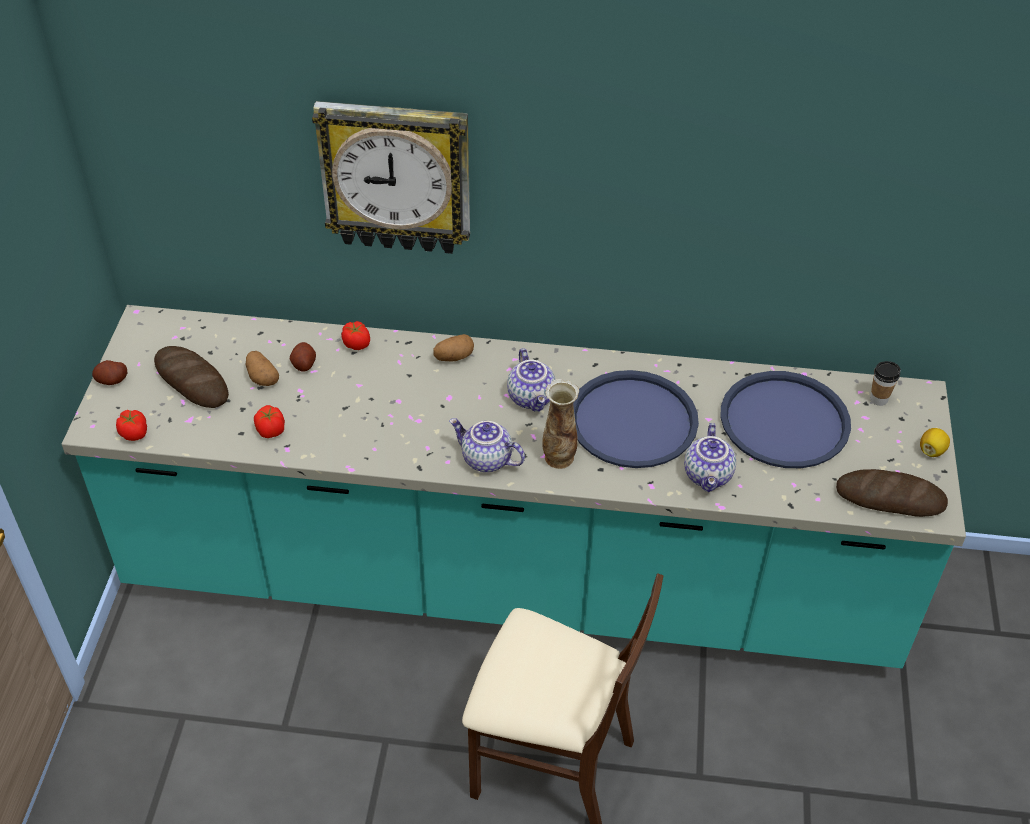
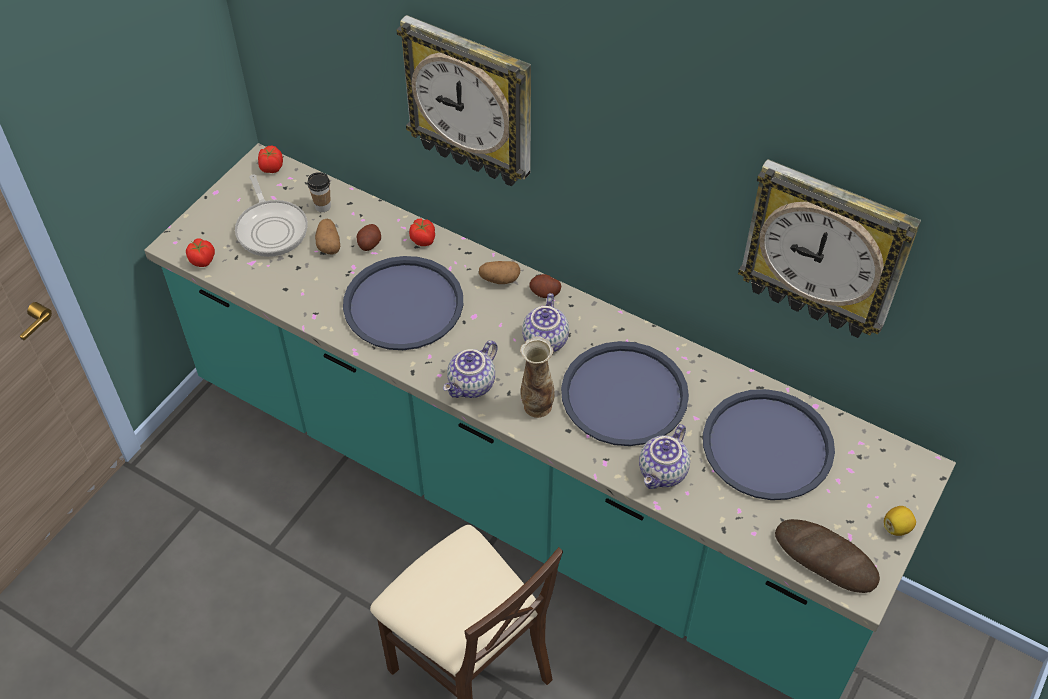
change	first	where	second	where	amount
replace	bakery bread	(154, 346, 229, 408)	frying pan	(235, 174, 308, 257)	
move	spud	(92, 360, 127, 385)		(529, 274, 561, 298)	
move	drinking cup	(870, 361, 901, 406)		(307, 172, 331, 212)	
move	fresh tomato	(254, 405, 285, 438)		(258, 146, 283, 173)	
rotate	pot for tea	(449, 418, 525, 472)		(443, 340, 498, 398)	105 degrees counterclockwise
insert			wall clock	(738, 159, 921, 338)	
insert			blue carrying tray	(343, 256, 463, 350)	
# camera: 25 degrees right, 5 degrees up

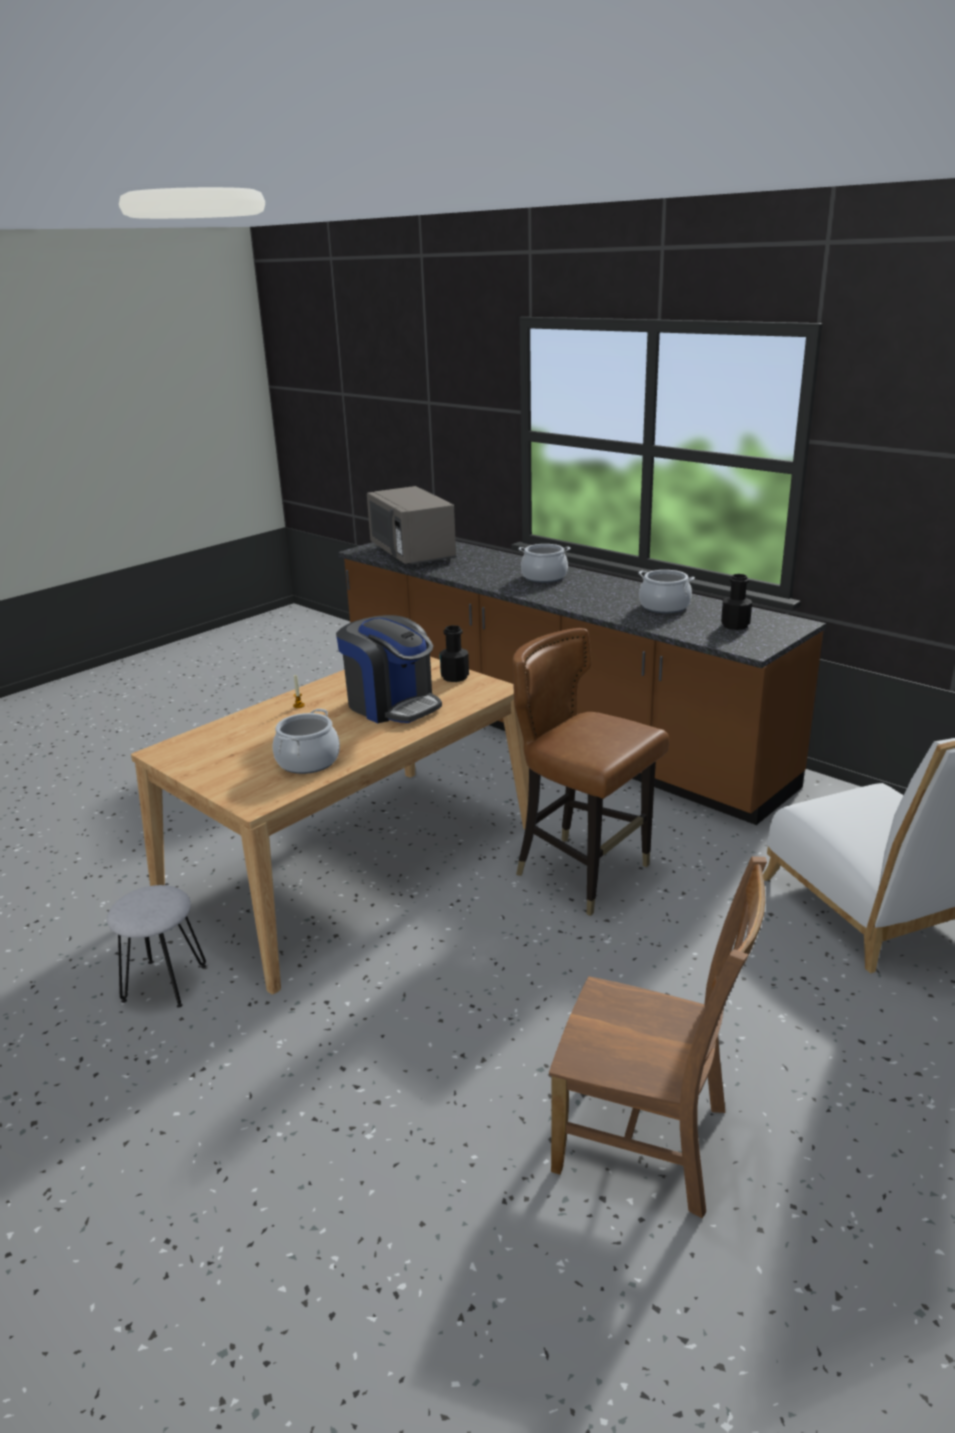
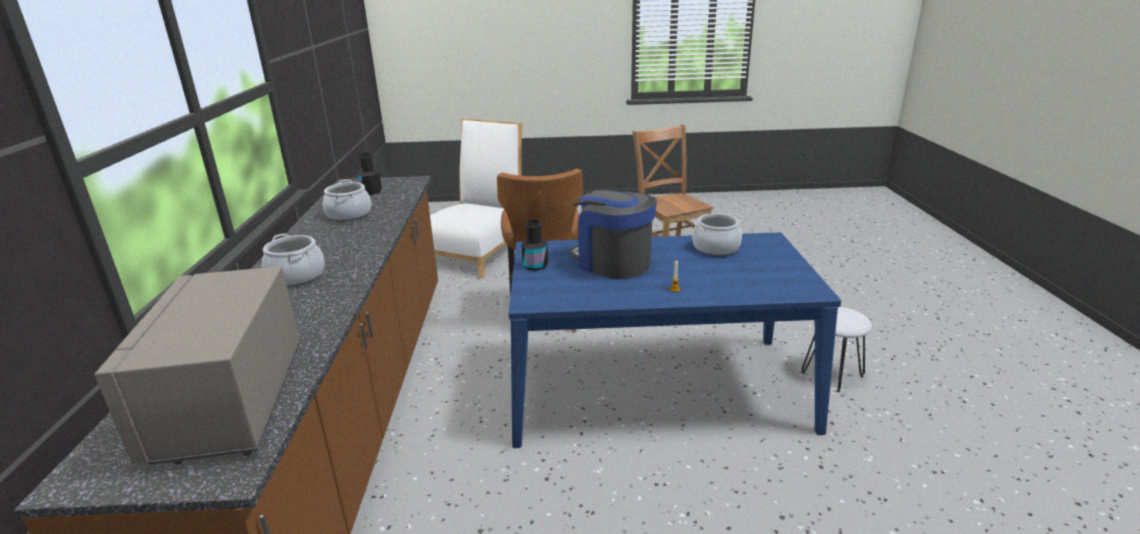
change	first	where	second	where	amount
rotate	gray microwave oven	(367, 486, 457, 567)		(94, 266, 300, 465)	150 degrees clockwise
rotate	coffee brewer	(336, 615, 442, 723)		(569, 189, 657, 279)	45 degrees counterclockwise
recolor	sand-coloured kitchen table	(131, 657, 529, 994)	blue kitchen table	(509, 232, 841, 448)	
# camera: 135 degrees left, 0 degrees up

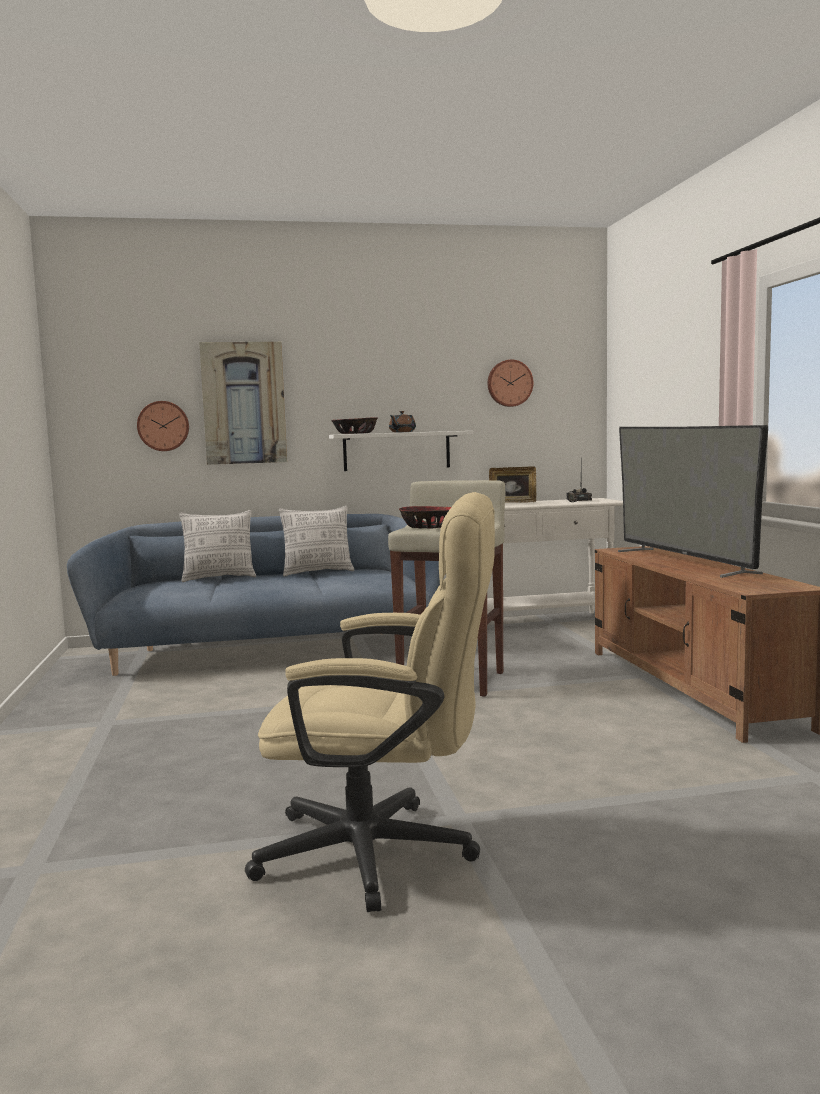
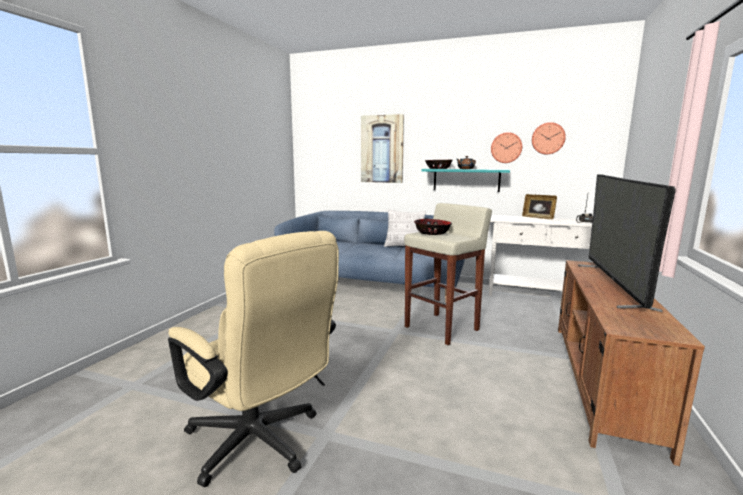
change	first	where	second	where	amount
move	wall clock	(137, 401, 189, 451)		(491, 132, 522, 163)	
recolor	whitish shelf	(329, 431, 473, 471)	turquoise shelf	(421, 169, 510, 192)	
delete	cushion	(179, 510, 256, 582)			
# camera: 30 degrees right, 5 degrees up

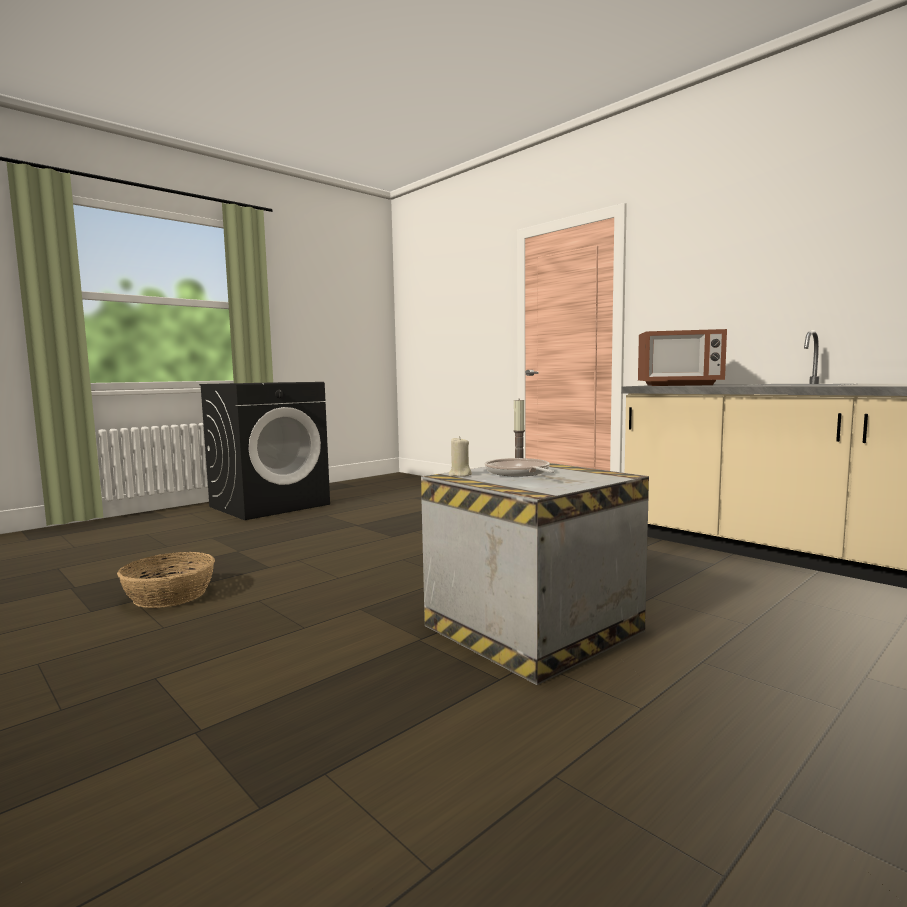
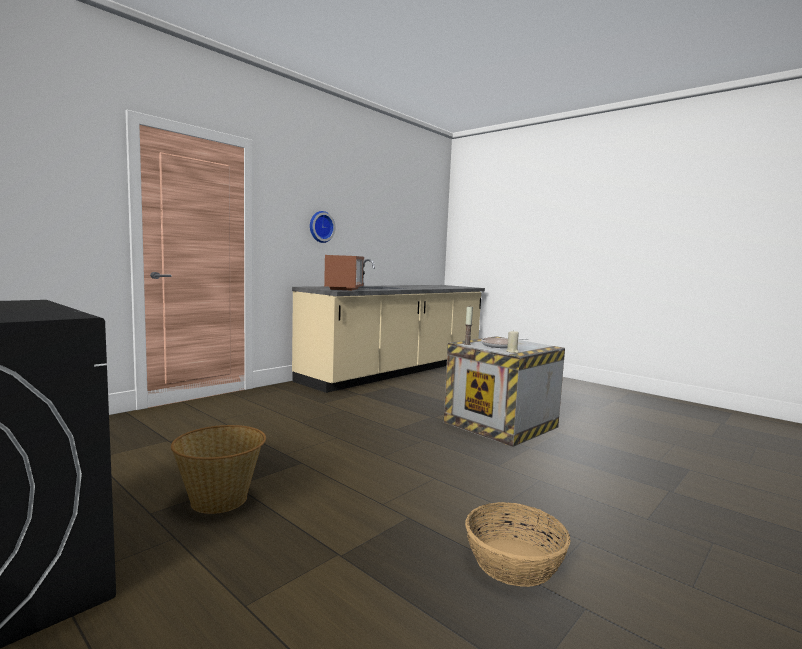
change	first	where	second	where	amount
insert			wall clock	(310, 211, 335, 243)	
insert			basket	(171, 425, 266, 514)	
# camera: 95 degrees left, 0 degrees up

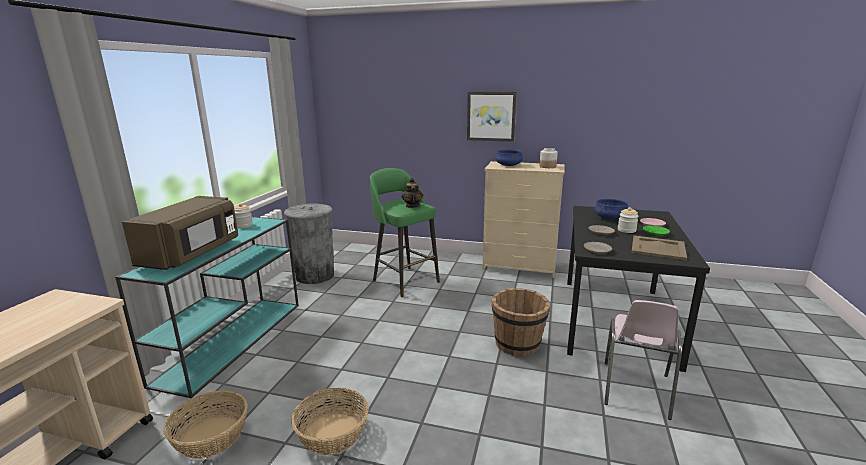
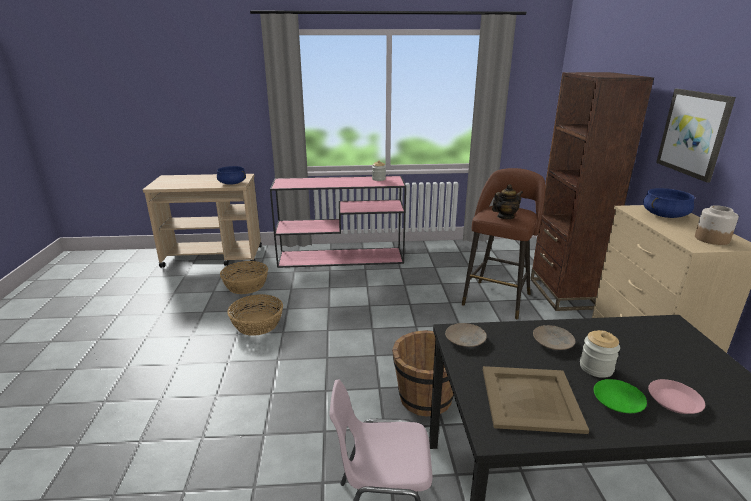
change	first	where	second	where	amount
recolor	green sitting stool	(370, 168, 440, 297)	brownish sitting stool	(462, 168, 545, 319)	
delete	brownish microwave oven	(122, 196, 238, 270)			
move	blue stockpot	(594, 199, 628, 220)		(217, 166, 246, 185)	
delete	gray rubbish bin	(284, 204, 334, 284)			
recolor	turquoise narrow table	(115, 217, 299, 398)	pink narrow table	(270, 176, 406, 268)	
insert			brownish bookshelf	(530, 72, 654, 311)	
# camera: 70 degrees right, 5 degrees up

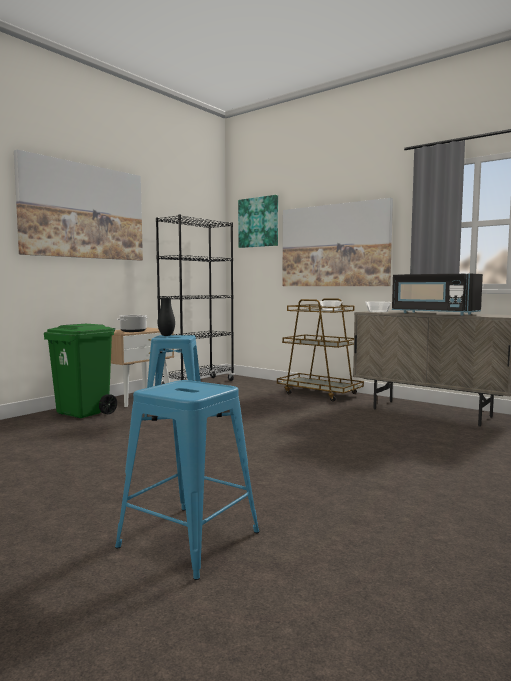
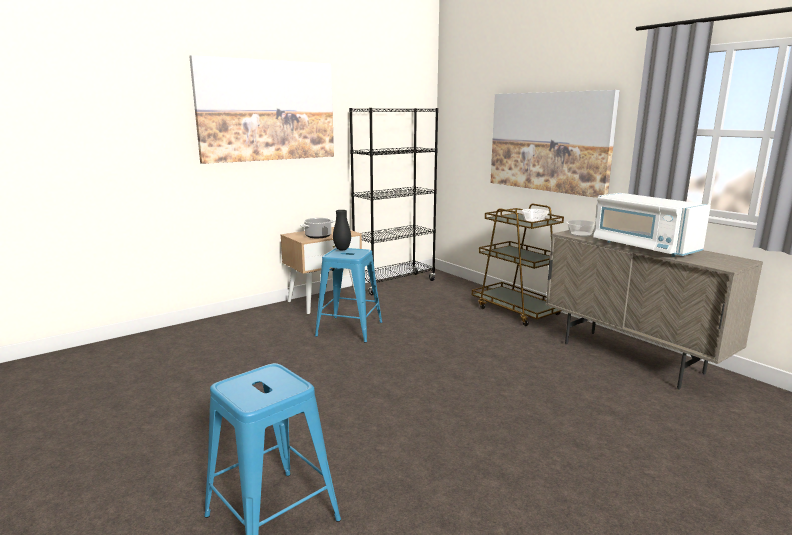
change	first	where	second	where	amount
delete	picture	(238, 195, 278, 248)			
recolor	black-coloured microwave oven	(392, 274, 483, 315)	whitish microwave oven	(593, 193, 711, 257)	
delete	green rubbish bin	(44, 324, 117, 418)			
# camera: 15 degrees right, 10 degrees up

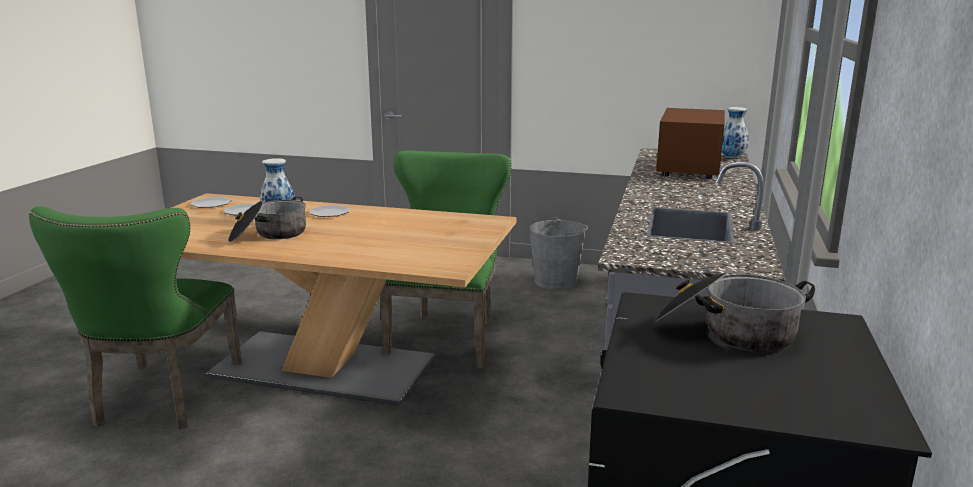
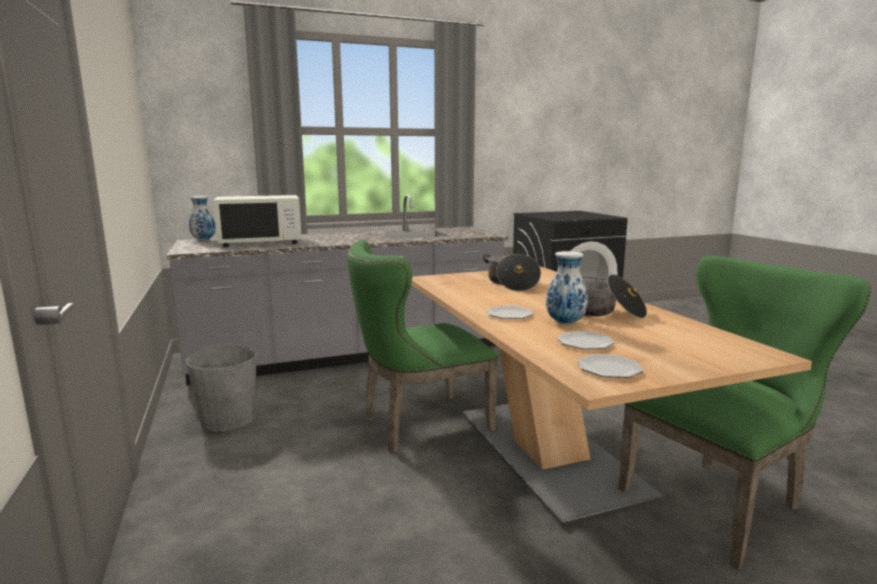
change	first	where	second	where	amount
recolor	brownish microwave oven	(656, 108, 725, 179)	whitish microwave oven	(214, 195, 302, 247)	
move	stockpot	(655, 272, 815, 352)		(483, 254, 541, 291)	
# camera: 125 degrees left, 5 degrees down

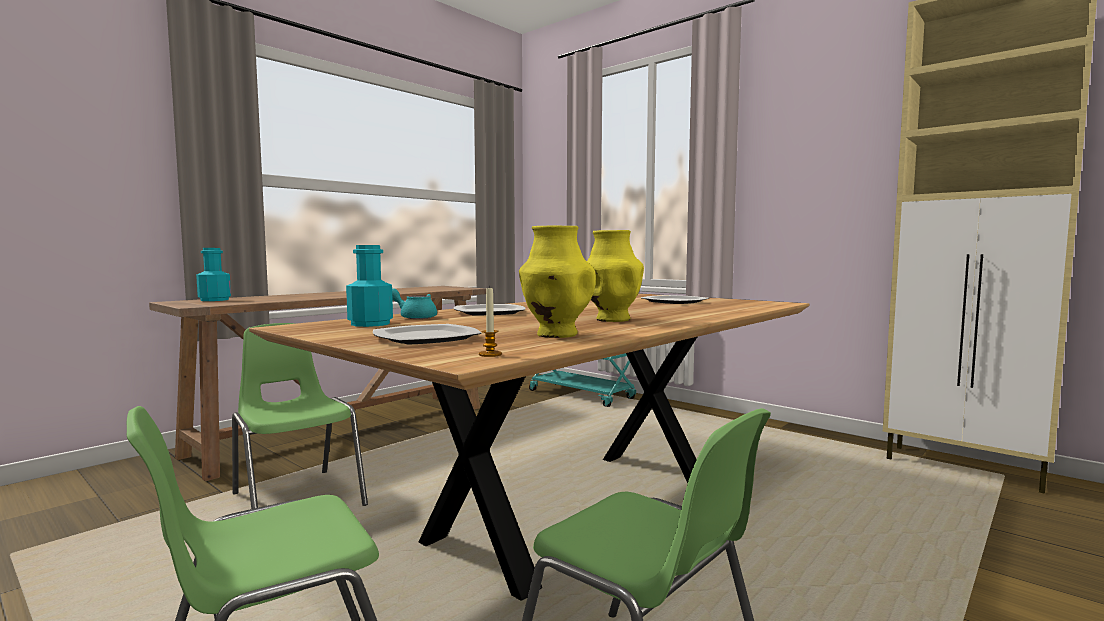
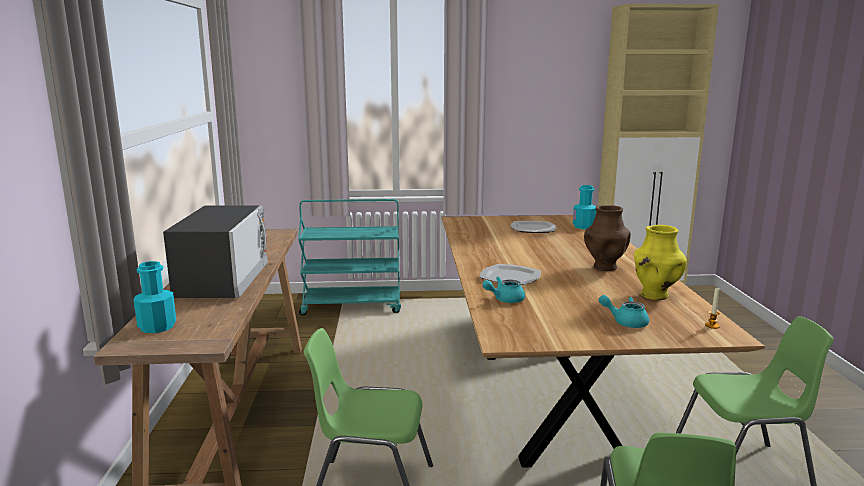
change	first	where	second	where	amount
recolor	yellow vase	(587, 230, 644, 322)	brownish vase	(584, 205, 631, 271)	
move	turquoise bottle	(346, 245, 393, 327)		(573, 185, 596, 229)	
replace	flat dish	(373, 324, 482, 344)	turquoise pot for tea	(599, 295, 649, 328)	
insert			microwave oven	(163, 205, 268, 298)	
# camera: 45 degrees left, 10 degrees up

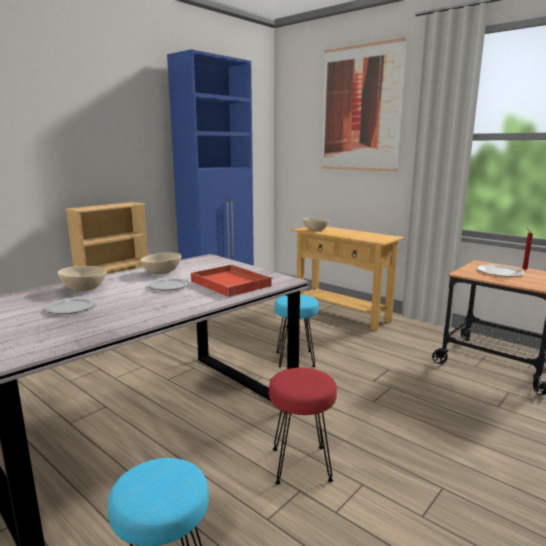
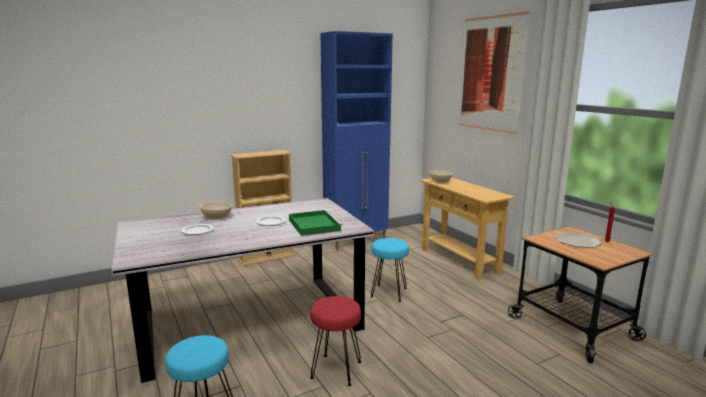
change	first	where	second	where	amount
delete	sand-coloured deep dish	(140, 252, 181, 274)			
recolor	red carrying tray	(191, 264, 273, 297)	green carrying tray	(289, 210, 343, 236)	
# camera: 20 degrees right, 0 degrees up

